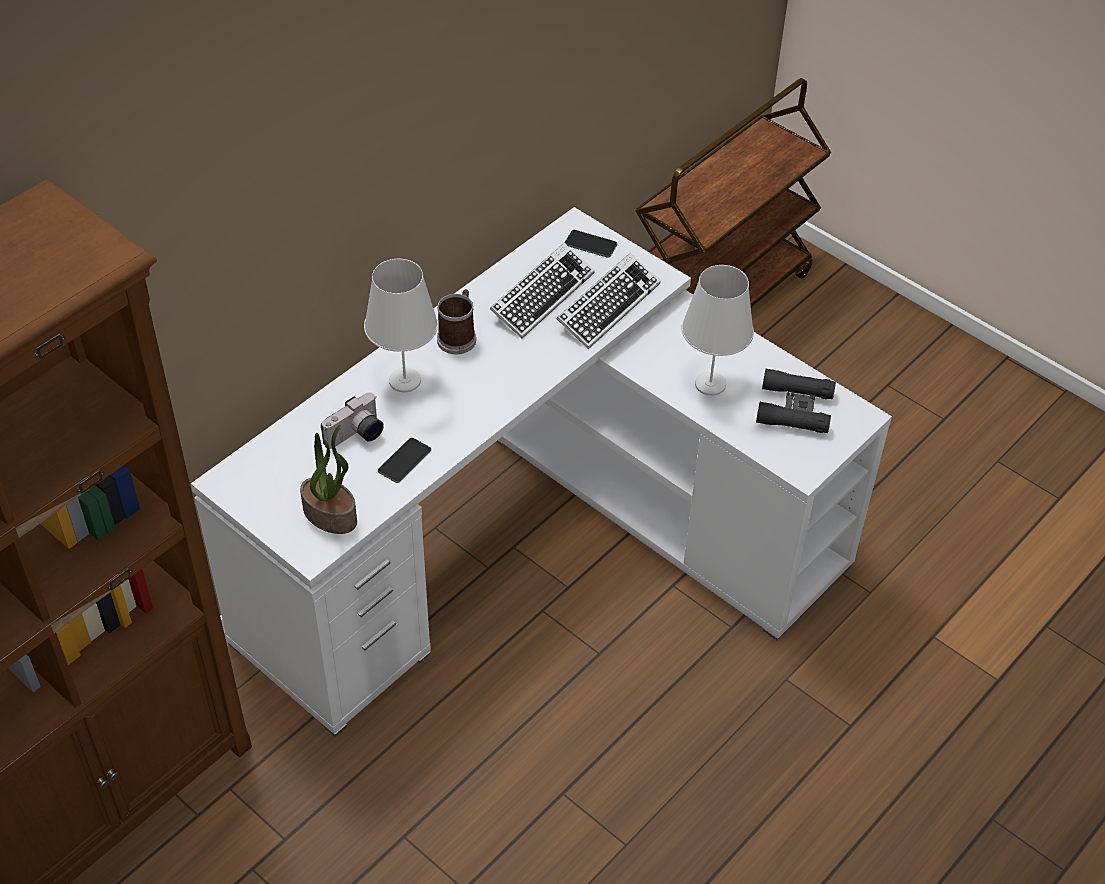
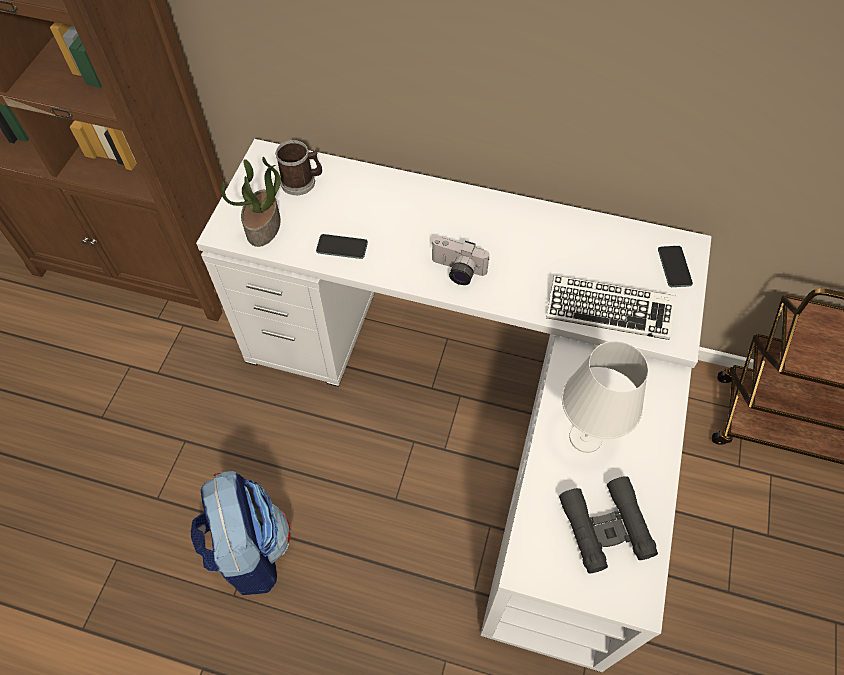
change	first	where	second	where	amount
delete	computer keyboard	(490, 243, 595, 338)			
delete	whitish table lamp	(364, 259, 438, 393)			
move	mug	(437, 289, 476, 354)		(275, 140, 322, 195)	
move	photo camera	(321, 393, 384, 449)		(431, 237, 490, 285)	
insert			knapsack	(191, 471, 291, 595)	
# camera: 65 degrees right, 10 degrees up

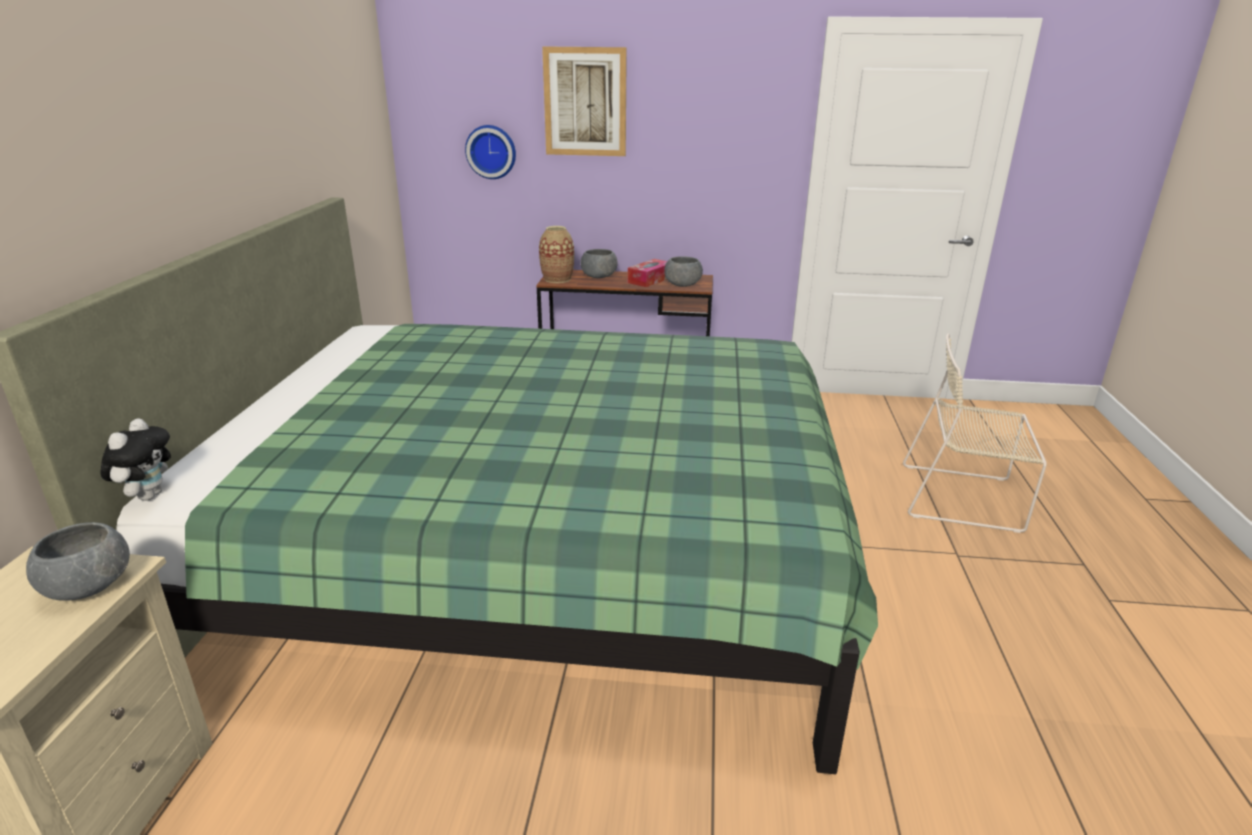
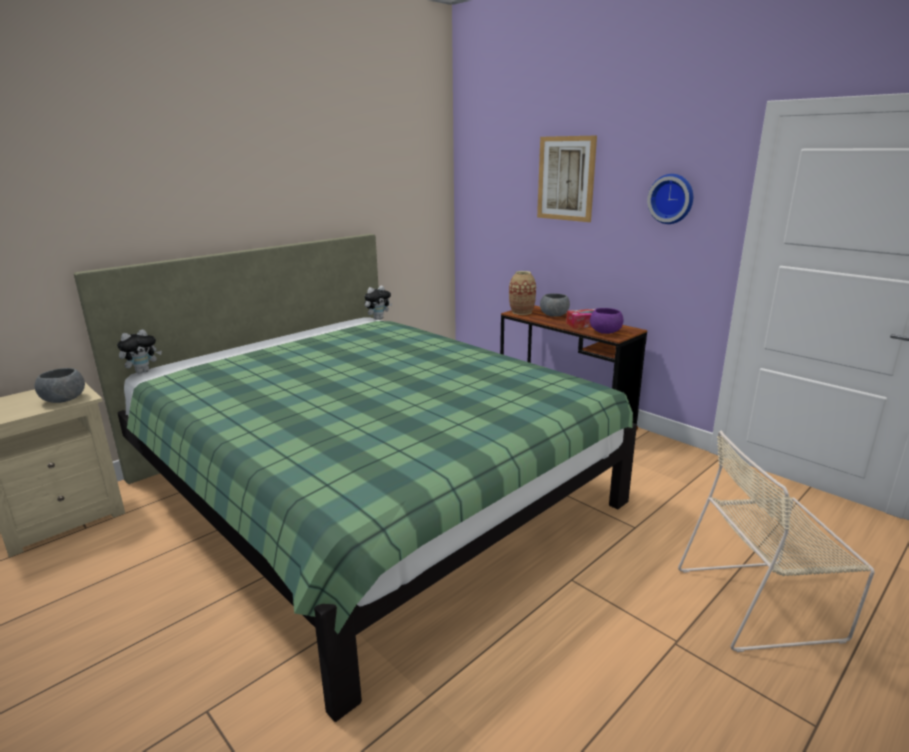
change	first	where	second	where	amount
move	wall clock	(465, 125, 516, 179)		(647, 174, 693, 224)	
recolor	gray deep dish	(664, 256, 703, 287)	purple deep dish	(590, 308, 624, 334)	
rotate	sand-coloured chair	(903, 334, 1047, 533)		(678, 431, 875, 652)	60 degrees counterclockwise
insert			soft toy	(365, 286, 392, 320)	
# camera: 40 degrees right, 5 degrees down

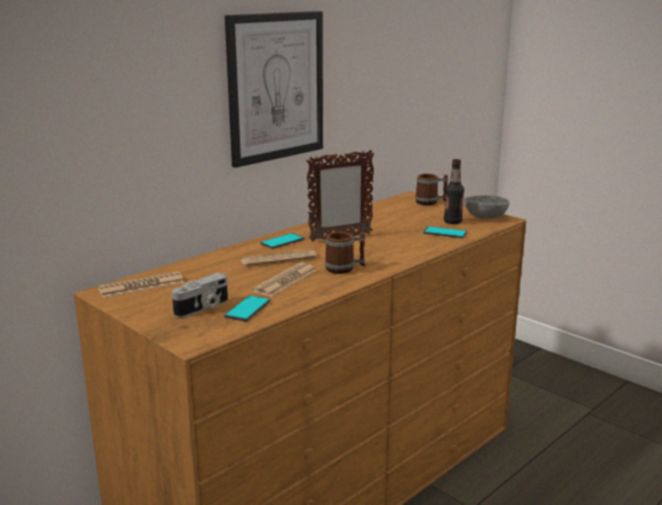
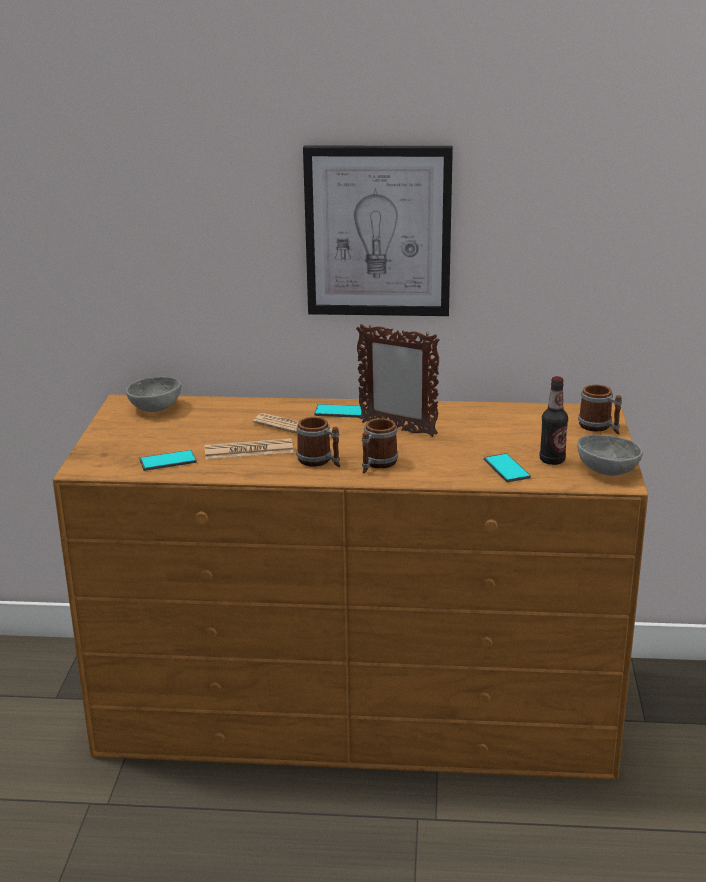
change	first	where	second	where	amount
replace	printed paper	(98, 271, 184, 298)	gray deep dish	(126, 377, 181, 412)	
delete	photo camera	(172, 273, 228, 318)			
insert			mug	(362, 418, 398, 473)	
# camera: 50 degrees right, 5 degrees up

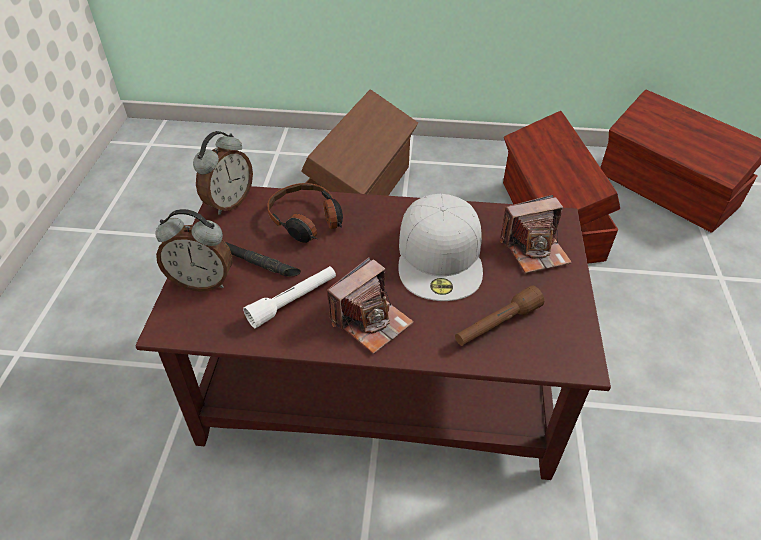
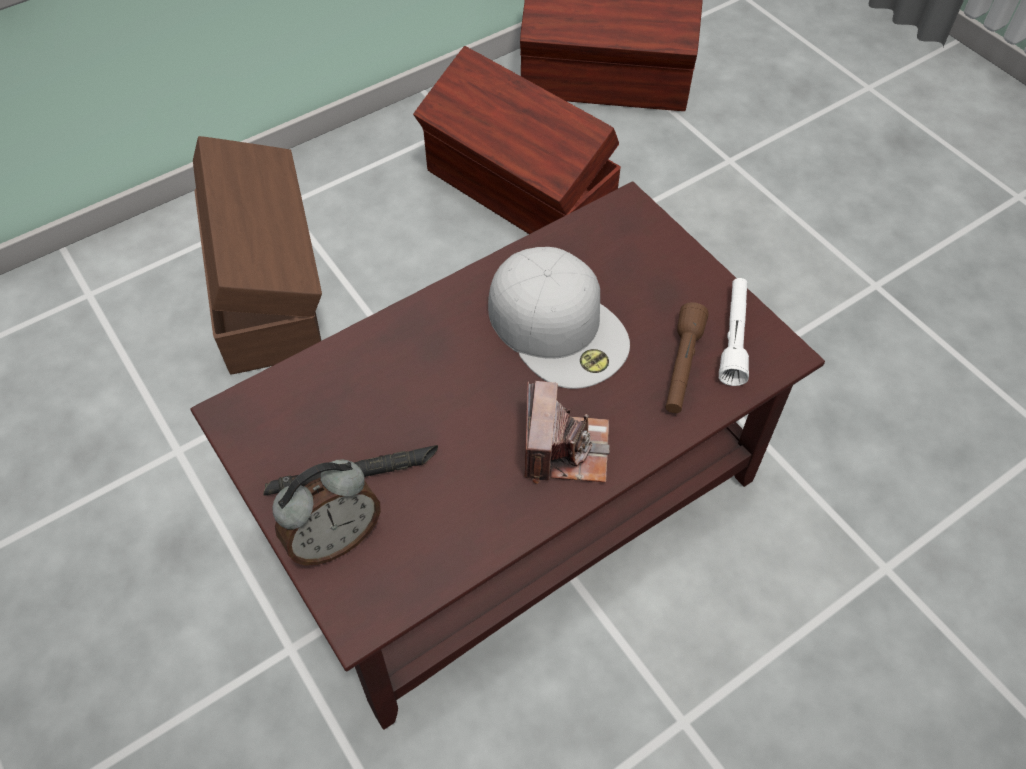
change	first	where	second	where	amount
delete	table clock	(193, 131, 253, 215)			
delete	headphones	(268, 183, 343, 243)			
delete	photo camera	(500, 195, 572, 273)			
move	whitish torch	(243, 266, 336, 328)		(719, 278, 749, 386)	
# camera: 40 degrees left, 10 degrees up

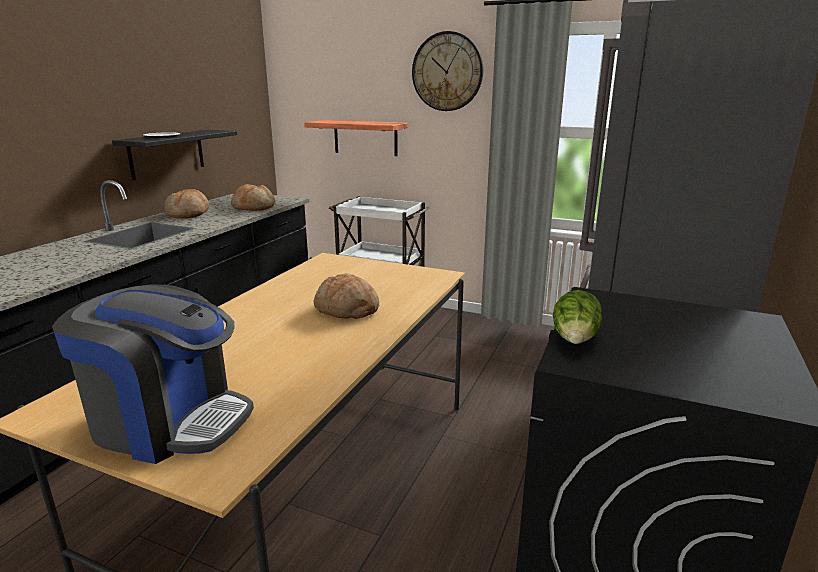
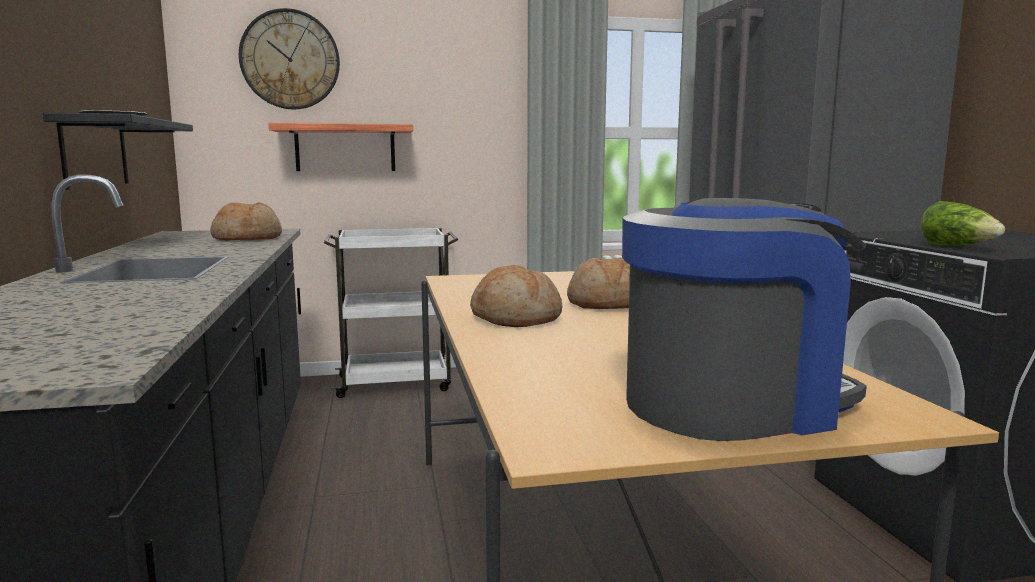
change	first	where	second	where	amount
move	wall clock	(412, 31, 484, 111)		(239, 8, 340, 110)	
move	bakery bread	(164, 189, 209, 218)		(470, 265, 562, 327)	
# camera: 35 degrees left, 10 degrees down

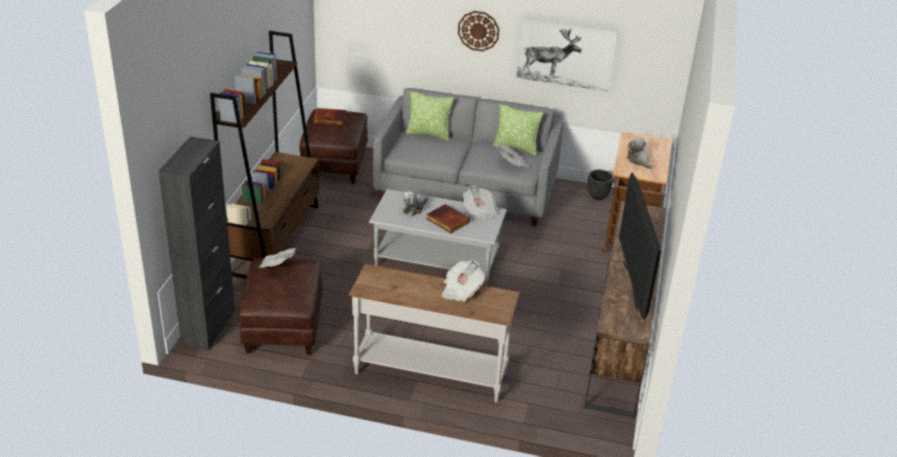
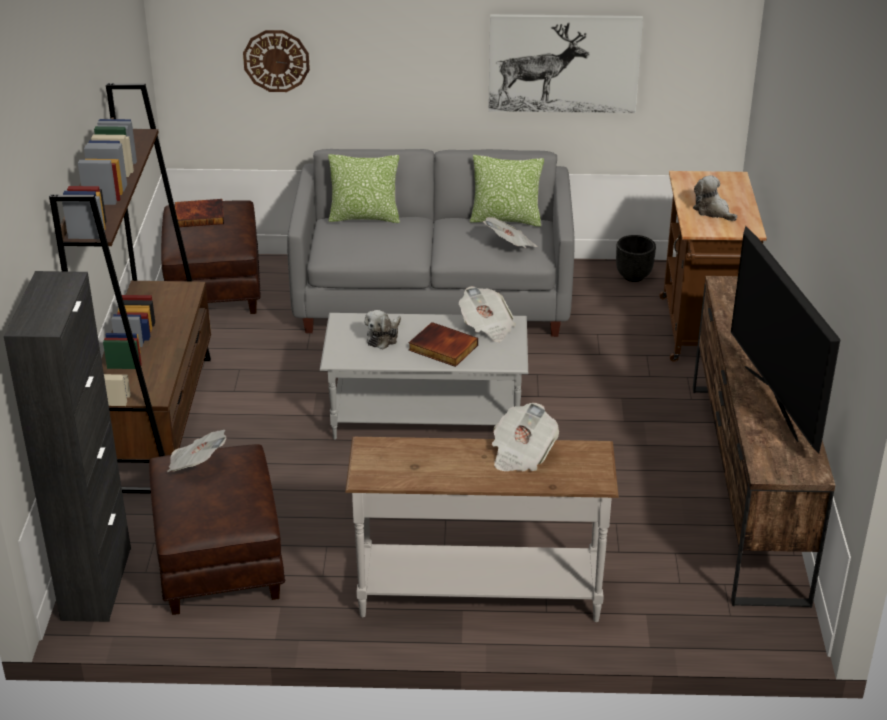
change	first	where	second	where	amount
move	wall clock	(458, 11, 499, 52)		(243, 30, 310, 92)	
# camera: 10 degrees left, 0 degrees up

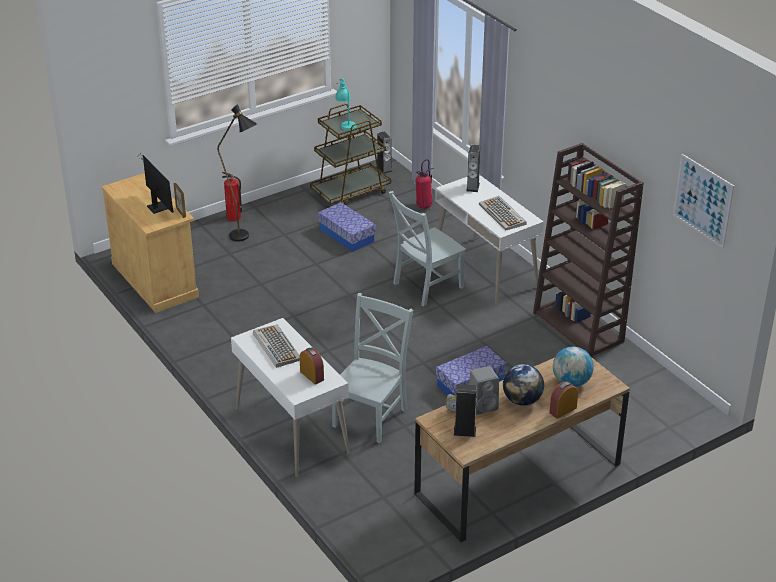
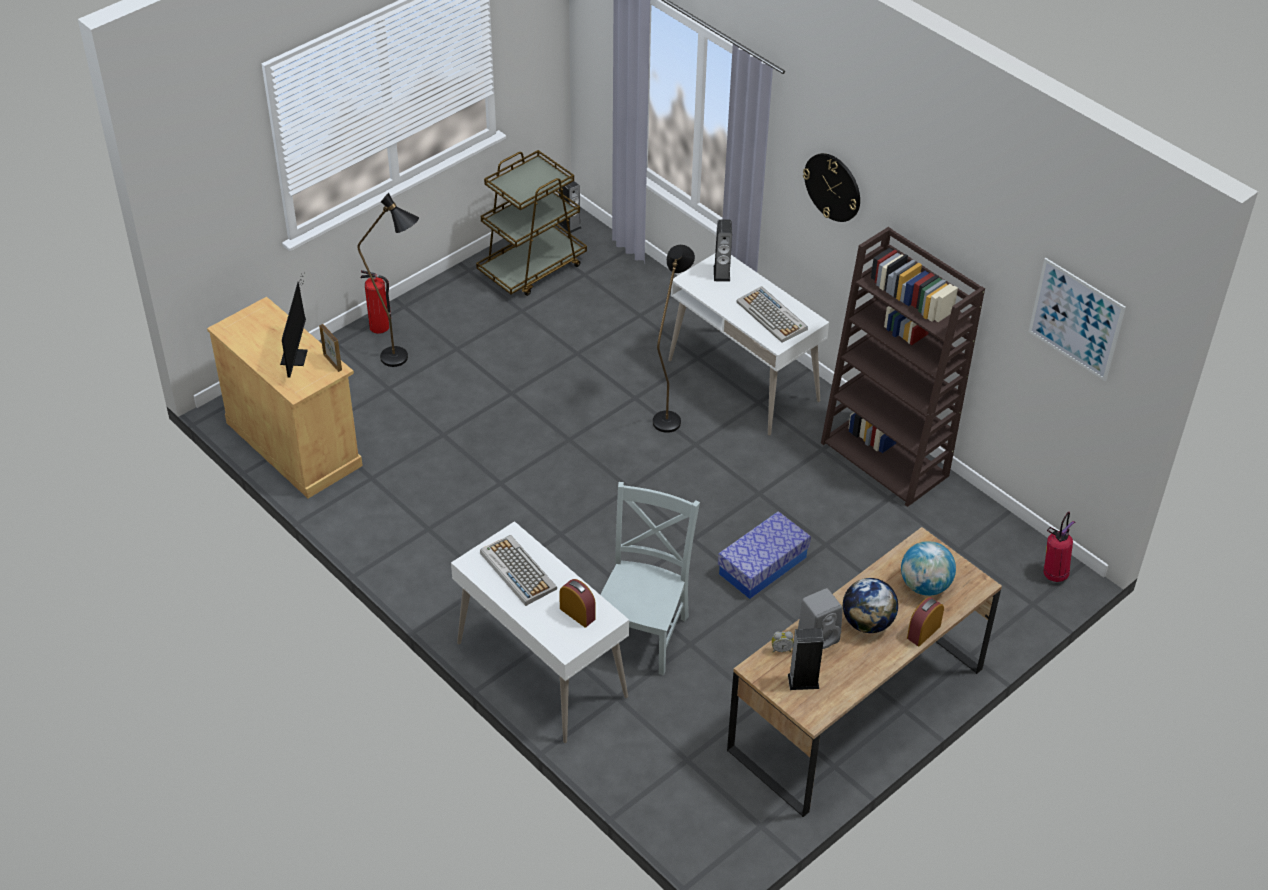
change	first	where	second	where	amount
delete	turquoise table lamp	(335, 78, 357, 131)			
rotate	computer screen	(140, 153, 174, 214)		(280, 274, 308, 377)	45 degrees clockwise
move	fire-fighting cylinder	(416, 159, 434, 209)		(1044, 512, 1076, 582)	
replace	gray chair	(389, 191, 466, 306)	black-coloured standing lamp	(653, 245, 695, 433)	
delete	storage box	(318, 202, 376, 252)			
insert			wall clock	(803, 153, 860, 222)	
# camera: 10 degrees left, 10 degrees up

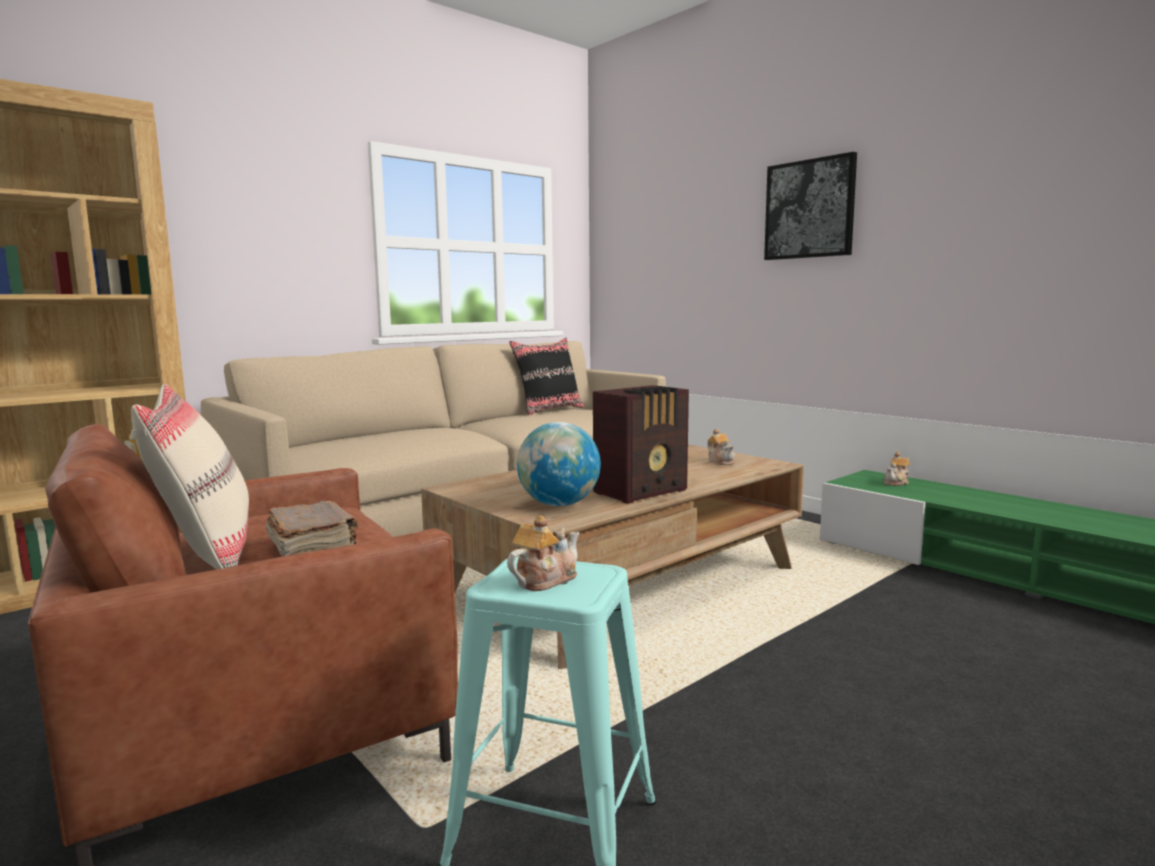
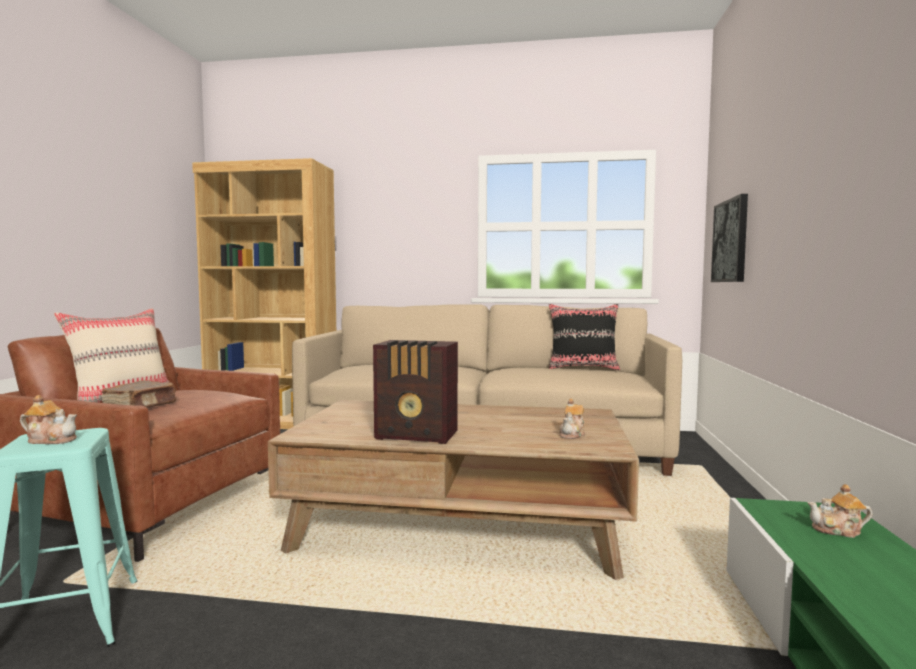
change	first	where	second	where	amount
move	picture	(764, 152, 857, 260)		(711, 194, 748, 282)	
delete	desk globe	(517, 422, 601, 506)			
# camera: 50 degrees right, 5 degrees down

